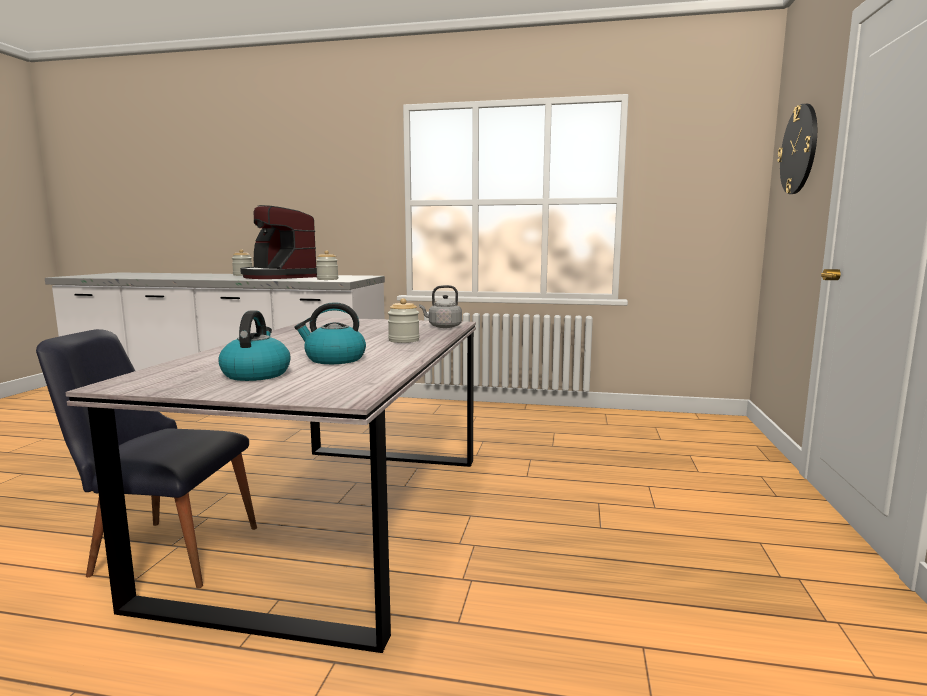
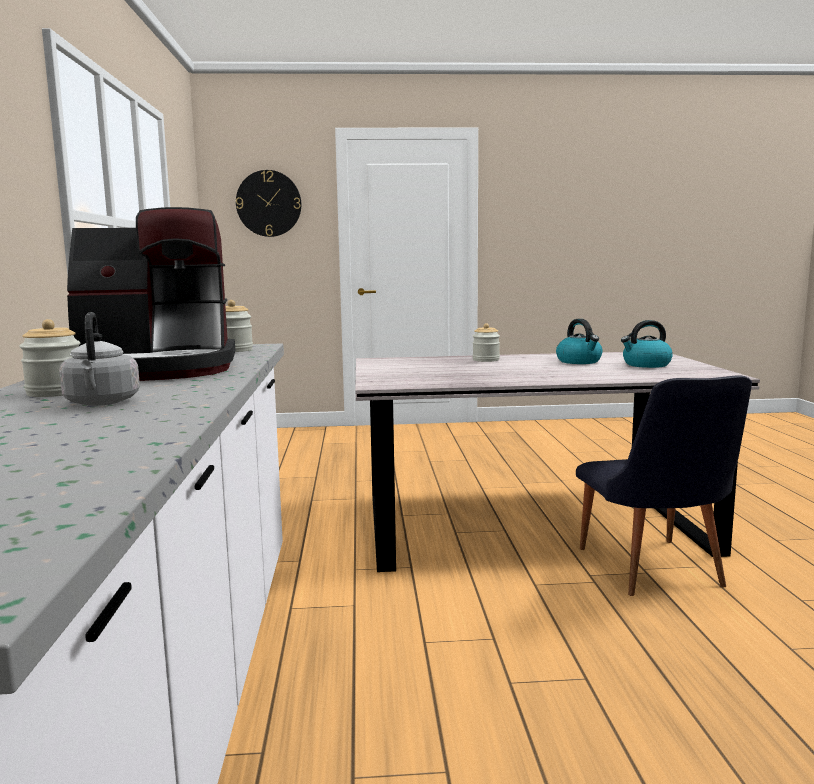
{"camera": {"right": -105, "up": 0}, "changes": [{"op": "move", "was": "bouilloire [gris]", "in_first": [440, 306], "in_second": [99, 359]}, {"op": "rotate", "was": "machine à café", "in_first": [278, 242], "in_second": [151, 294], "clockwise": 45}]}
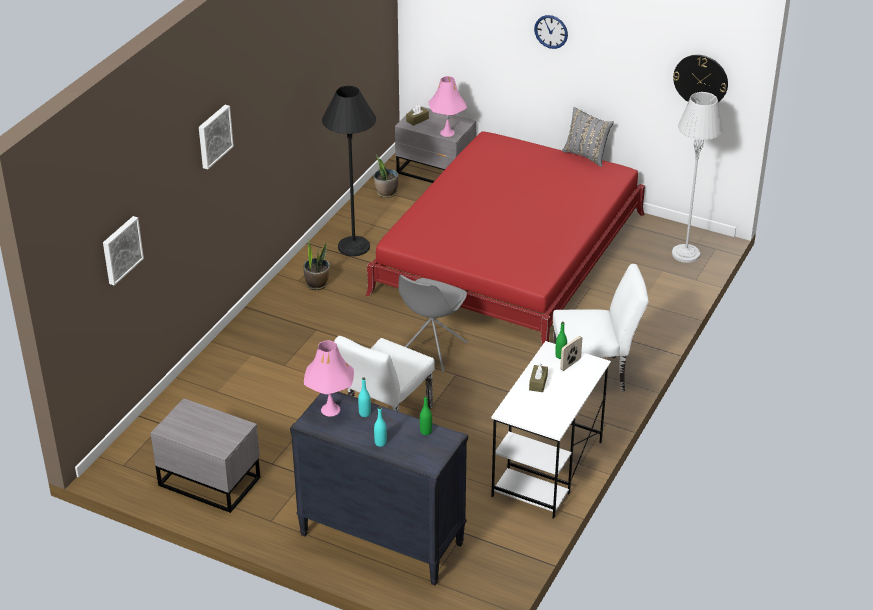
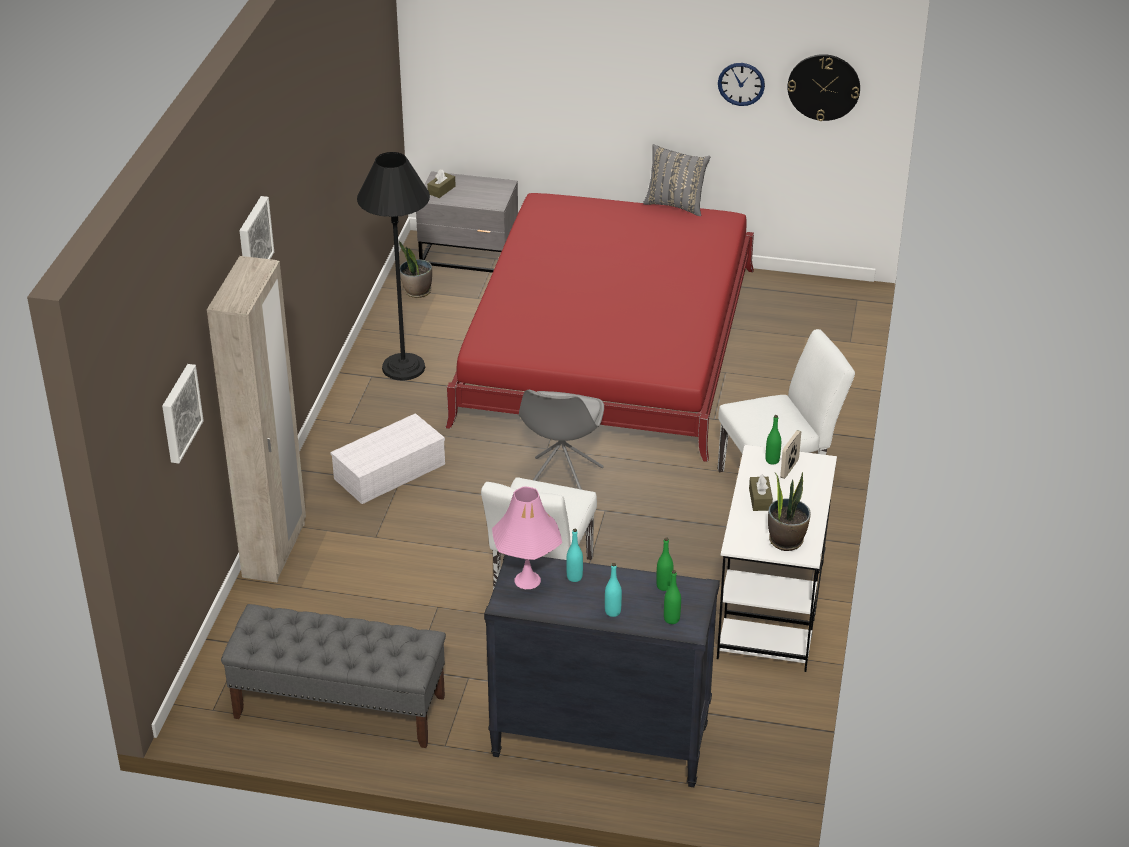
{"camera": {"right": -15, "up": 0}, "changes": [{"op": "insert", "now": "armoire [beige]", "in_second": [256, 419]}, {"op": "replace", "was": "table de chevet [gris]", "now": "banc [gris]", "in_first": [205, 455], "in_second": [333, 676]}, {"op": "insert", "now": "boîte de rangement [blanc]", "in_second": [387, 458]}, {"op": "insert", "now": "bouteille [vert]", "in_second": [672, 597]}, {"op": "move", "was": "horloge murale", "in_first": [551, 32], "in_second": [741, 84]}, {"op": "move", "was": "plante en pot", "in_first": [317, 265], "in_second": [789, 511]}, {"op": "delete", "was": "lampe de table [rose]", "in_first": [447, 106]}, {"op": "delete", "was": "lampadaire [gris]", "in_first": [697, 177]}]}
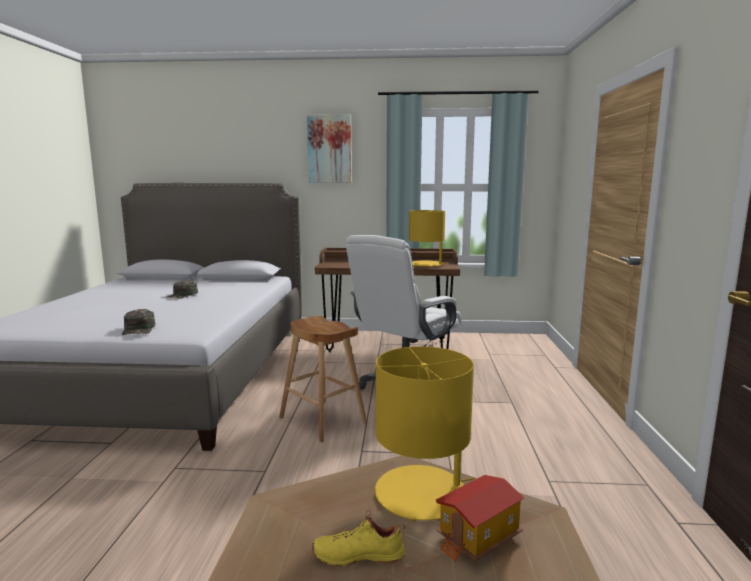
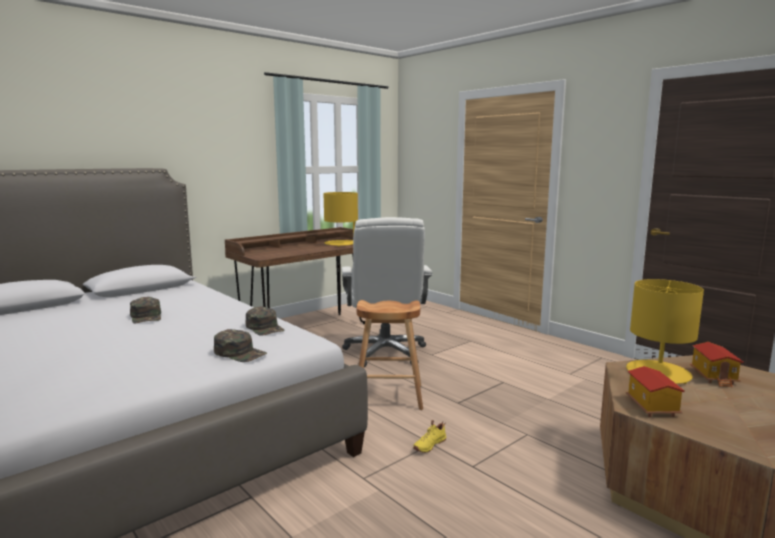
{"camera": {"right": -45, "up": 0}, "changes": [{"op": "insert", "now": "casquette [vert]", "in_second": [264, 321]}, {"op": "move", "was": "chaussure [jaune]", "in_first": [358, 538], "in_second": [429, 436]}, {"op": "insert", "now": "maison miniature", "in_second": [655, 391]}, {"op": "delete", "was": "tableau", "in_first": [329, 148]}]}
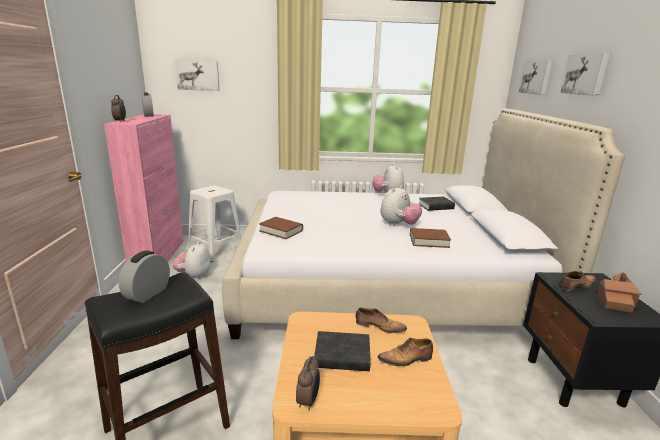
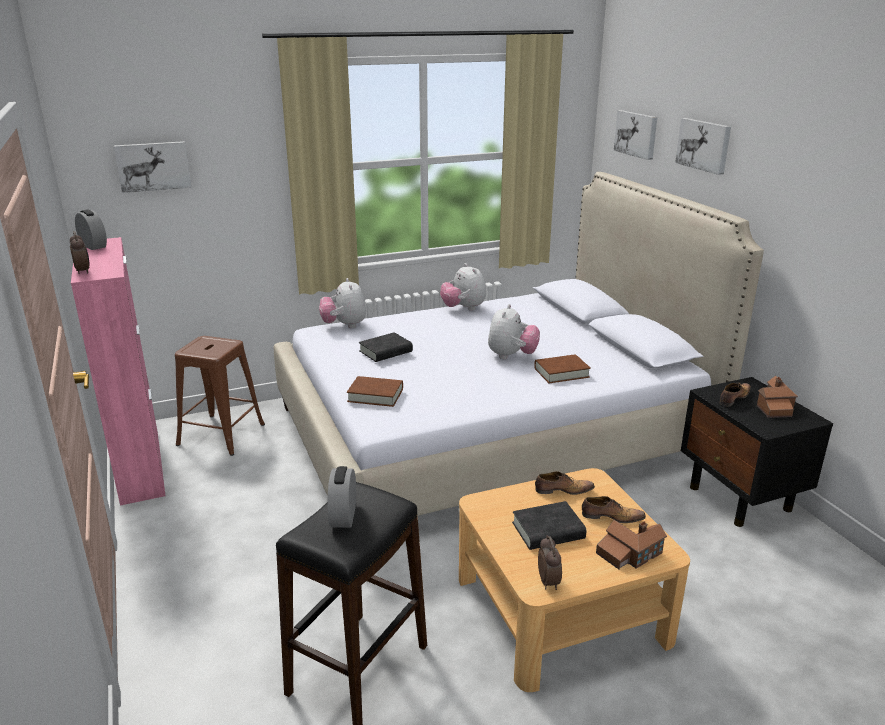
{"camera": {"right": -20, "up": 5}, "changes": [{"op": "recolor", "was": "tabouret [blanc]", "now": "tabouret [marron]", "in_first": [213, 224], "in_second": [220, 396]}, {"op": "move", "was": "peluche", "in_first": [191, 260], "in_second": [342, 303]}, {"op": "move", "was": "livre [noir]", "in_first": [437, 204], "in_second": [386, 347]}, {"op": "rotate", "was": "chaussure", "in_first": [405, 352], "in_second": [614, 509], "clockwise": -135}, {"op": "insert", "now": "maison miniature", "in_second": [631, 545]}]}
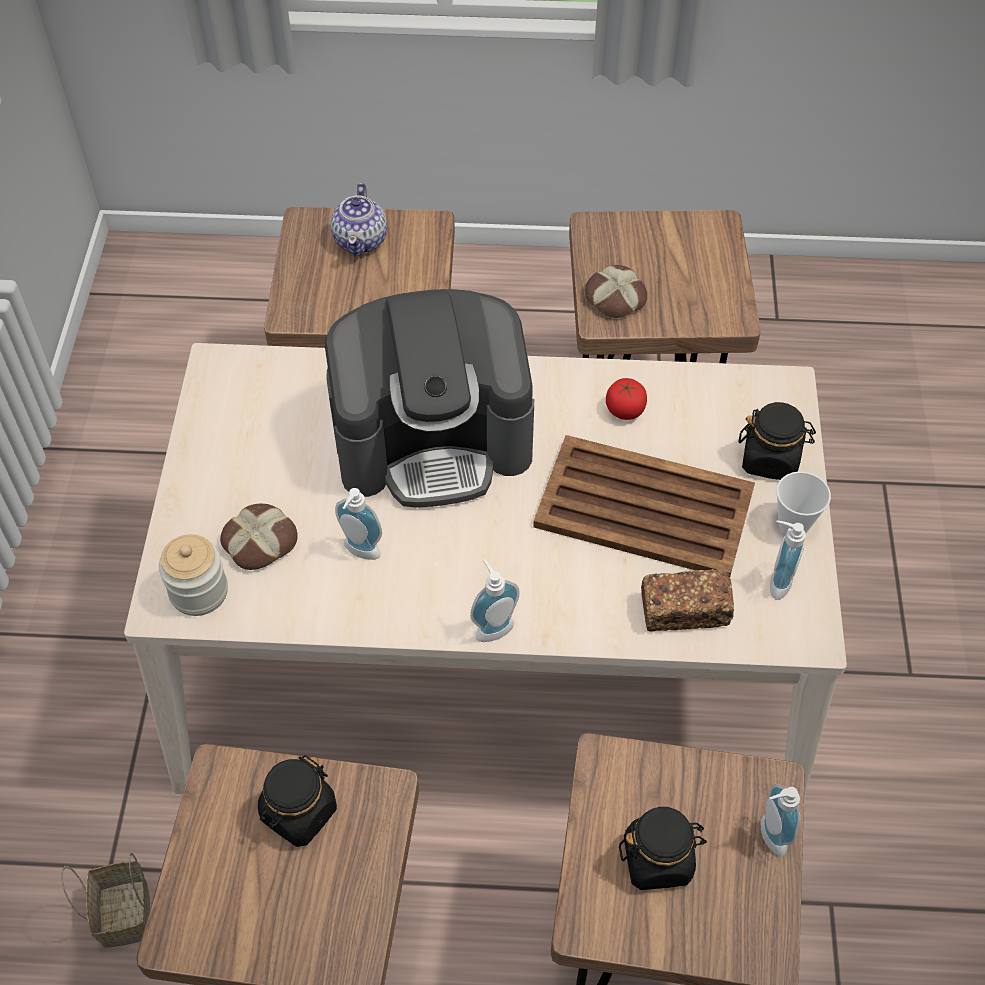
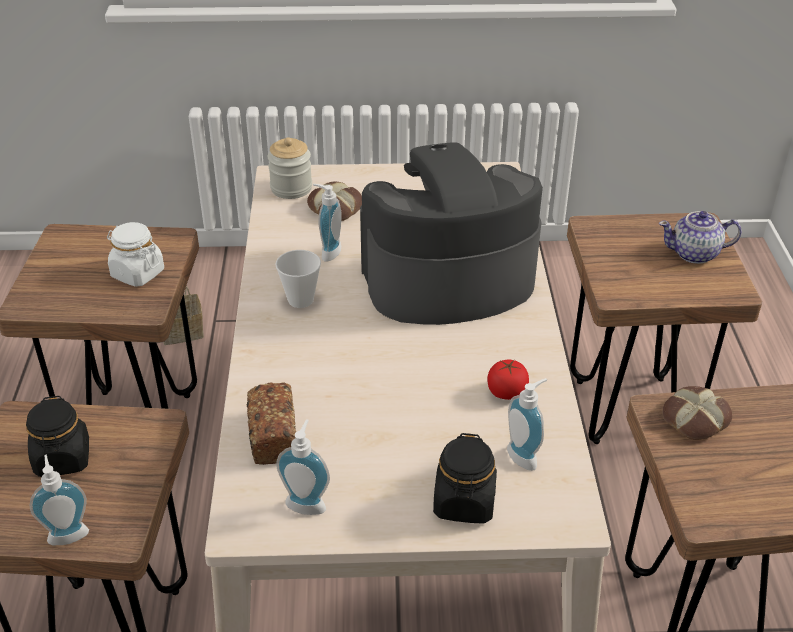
{"camera": {"right": 85, "up": -15}, "changes": [{"op": "recolor", "was": "bocal [noir]", "now": "bocal [blanc]", "in_first": [297, 801], "in_second": [135, 254]}, {"op": "move", "was": "tasse", "in_first": [804, 502], "in_second": [298, 279]}, {"op": "rotate", "was": "machine à café", "in_first": [429, 398], "in_second": [451, 233], "clockwise": 90}, {"op": "move", "was": "distributeur de savon", "in_first": [495, 600], "in_second": [527, 424]}, {"op": "delete", "was": "plateau [marron]", "in_first": [644, 505]}]}
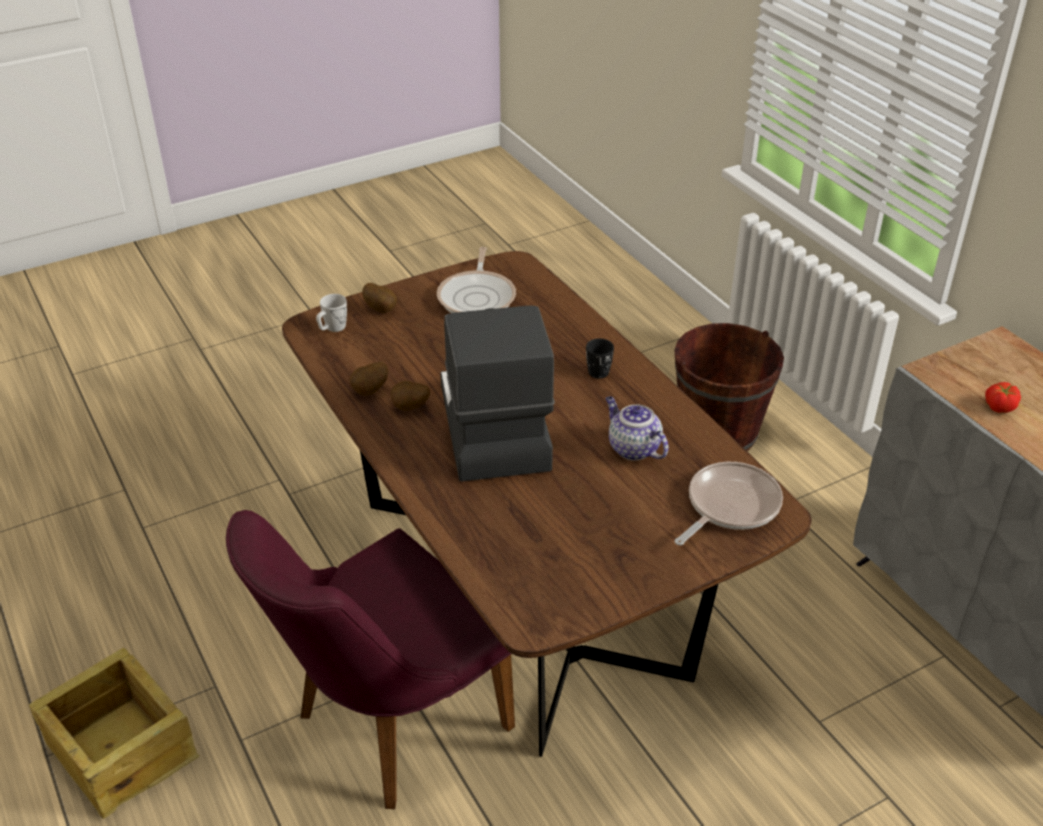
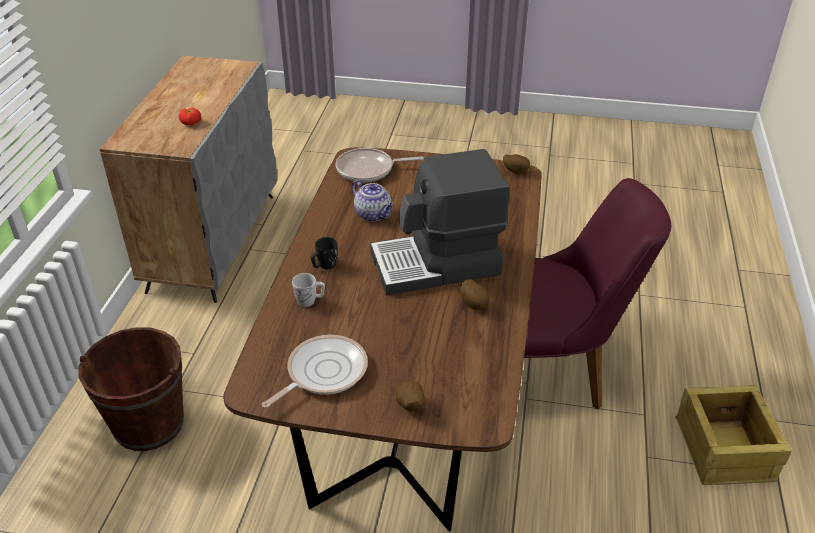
{"camera": {"right": -140, "up": 0}, "changes": [{"op": "move", "was": "mug [blanc]", "in_first": [331, 313], "in_second": [308, 290]}, {"op": "rotate", "was": "théière", "in_first": [637, 429], "in_second": [372, 201], "clockwise": -45}, {"op": "rotate", "was": "machine à café", "in_first": [497, 393], "in_second": [440, 222], "clockwise": 45}, {"op": "move", "was": "pomme de terre", "in_first": [368, 379], "in_second": [516, 164]}]}
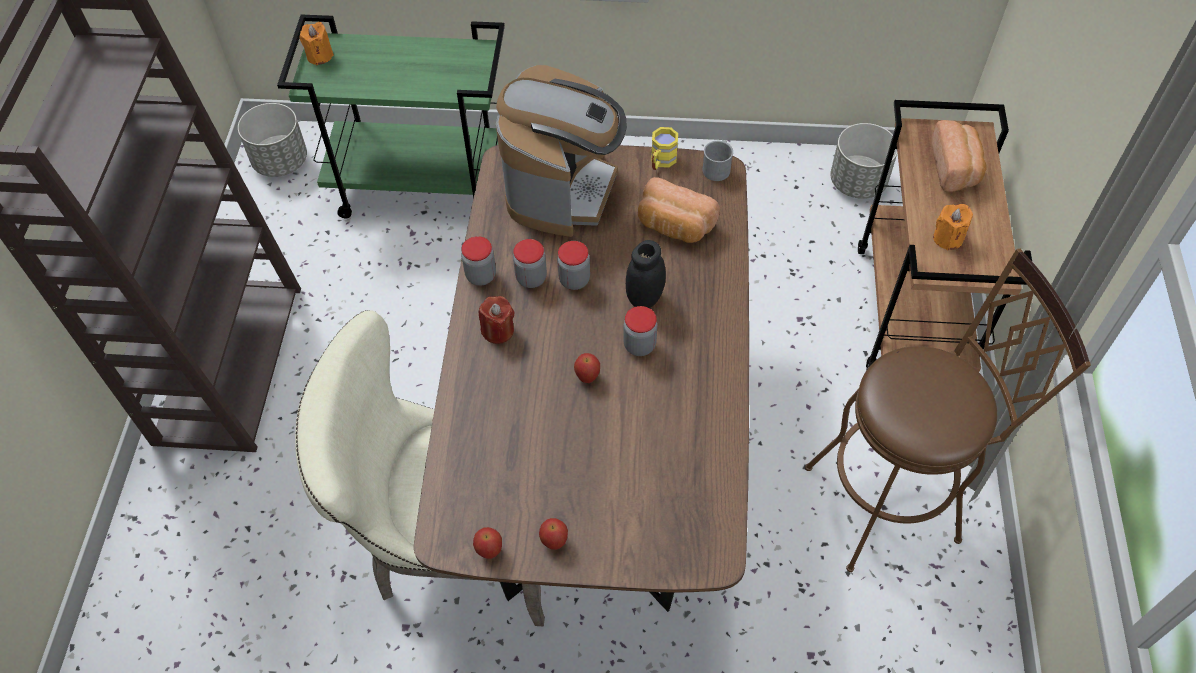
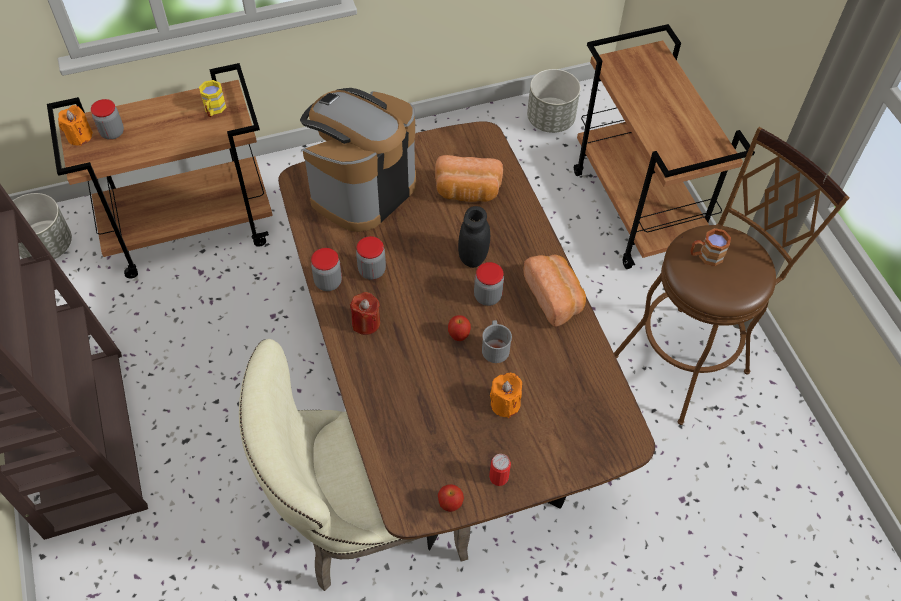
{"camera": {"right": -25, "up": 0}, "changes": [{"op": "recolor", "was": "chariot [vert]", "now": "chariot [marron]", "in_first": [391, 116], "in_second": [160, 170]}, {"op": "move", "was": "bocal", "in_first": [573, 265], "in_second": [107, 119]}, {"op": "move", "was": "mug [jaune]", "in_first": [664, 148], "in_second": [212, 98]}, {"op": "rotate", "was": "machine à café", "in_first": [561, 151], "in_second": [358, 160], "clockwise": -135}, {"op": "move", "was": "mug [gris]", "in_first": [718, 160], "in_second": [497, 341]}, {"op": "replace", "was": "pomme", "now": "boîte métallique", "in_first": [553, 534], "in_second": [500, 470]}, {"op": "move", "was": "bougie [orange]", "in_first": [953, 227], "in_second": [506, 395]}, {"op": "move", "was": "pain", "in_first": [959, 156], "in_second": [554, 291]}, {"op": "insert", "now": "mug [marron]", "in_second": [710, 247]}]}
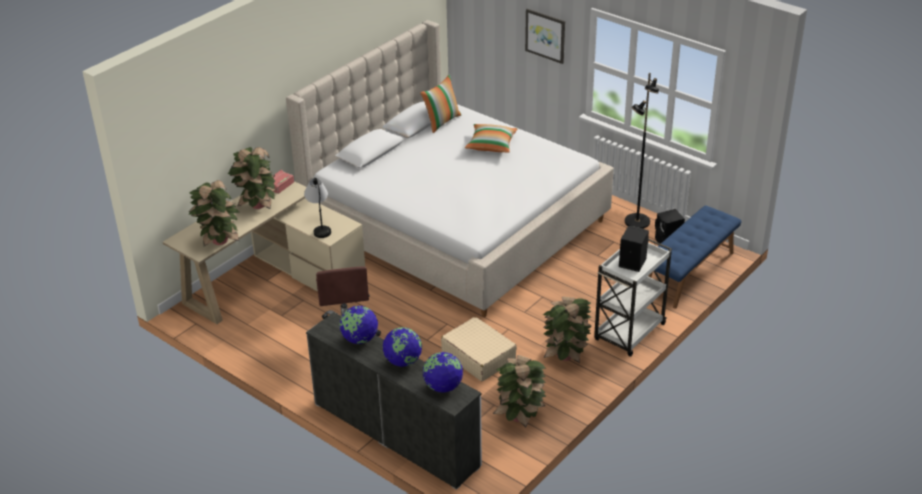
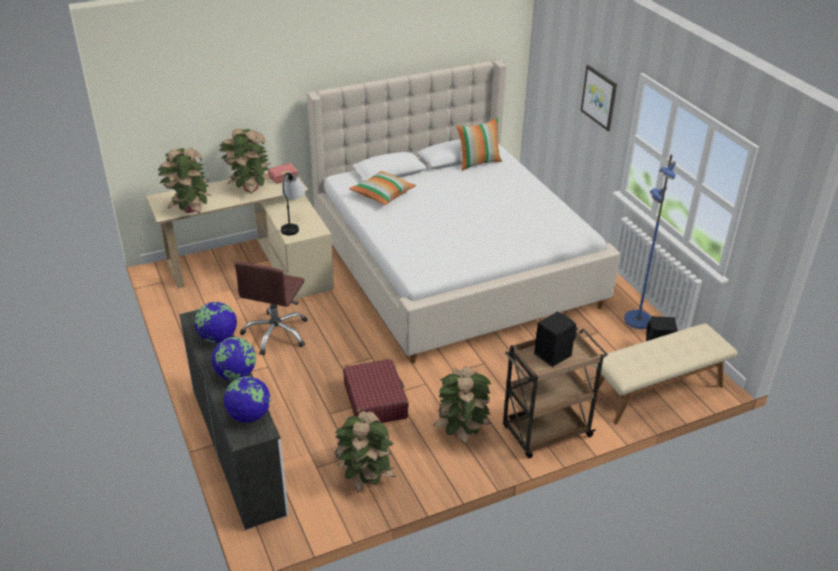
{"camera": {"right": 25, "up": 0}, "changes": [{"op": "recolor", "was": "valise [beige]", "now": "valise [rouge]", "in_first": [479, 349], "in_second": [376, 391]}, {"op": "move", "was": "coussin", "in_first": [491, 138], "in_second": [382, 188]}, {"op": "recolor", "was": "chariot [blanc]", "now": "chariot [marron]", "in_first": [633, 298], "in_second": [555, 392]}, {"op": "recolor", "was": "banc [bleu]", "now": "banc [beige]", "in_first": [694, 257], "in_second": [664, 373]}, {"op": "recolor", "was": "lampadaire [noir]", "now": "lampadaire [bleu]", "in_first": [642, 151], "in_second": [650, 241]}]}
